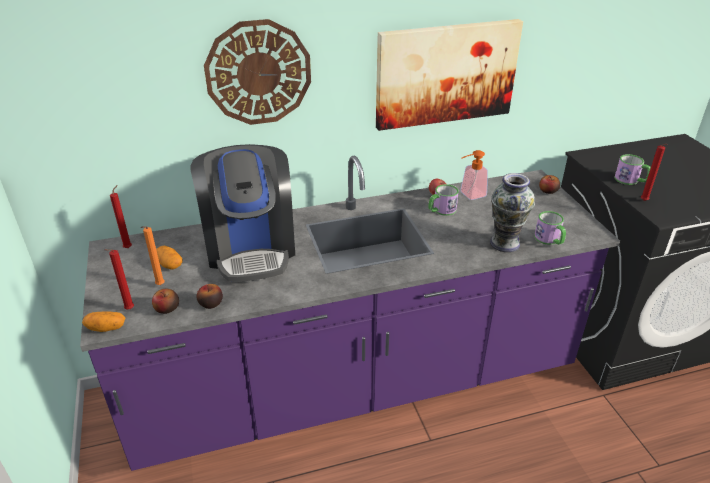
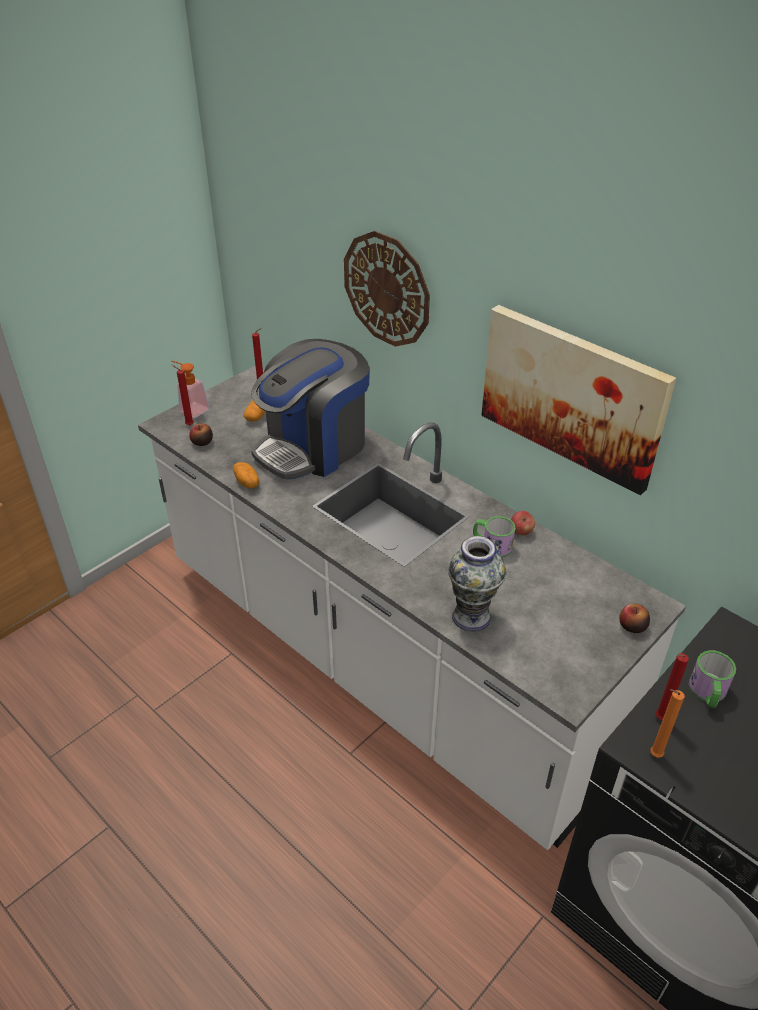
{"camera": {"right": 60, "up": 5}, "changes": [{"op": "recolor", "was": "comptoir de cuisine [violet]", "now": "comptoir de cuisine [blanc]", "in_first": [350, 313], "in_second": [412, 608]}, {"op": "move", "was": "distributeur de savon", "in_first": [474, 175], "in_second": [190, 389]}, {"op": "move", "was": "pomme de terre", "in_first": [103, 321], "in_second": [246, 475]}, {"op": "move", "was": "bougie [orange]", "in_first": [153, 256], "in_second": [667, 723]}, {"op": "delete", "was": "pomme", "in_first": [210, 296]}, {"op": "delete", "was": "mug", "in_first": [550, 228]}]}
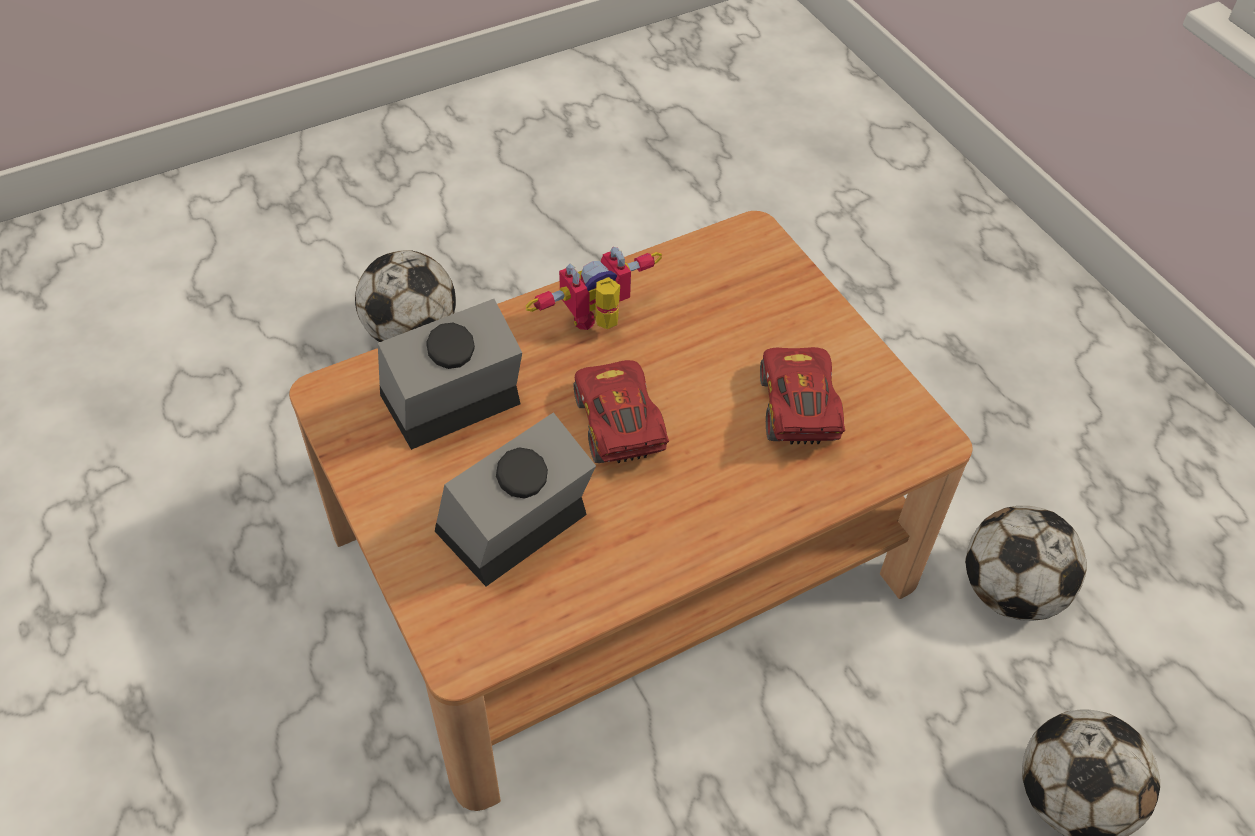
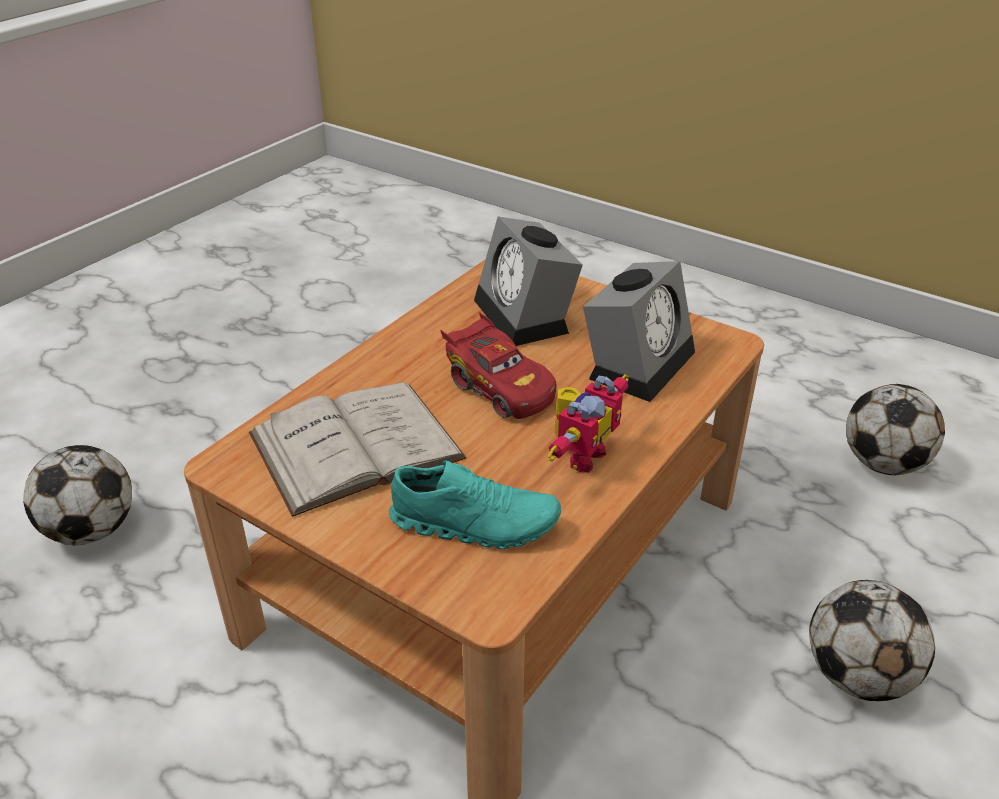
{"camera": {"right": 155, "up": -15}, "changes": [{"op": "replace", "was": "petite voiture [rouge]", "now": "livre [blanc]", "in_first": [802, 395], "in_second": [357, 449]}, {"op": "insert", "now": "chaussure [turquoise]", "in_second": [475, 504]}, {"op": "rotate", "was": "réveil", "in_first": [515, 499], "in_second": [528, 281], "clockwise": 135}, {"op": "move", "was": "ballon de foot", "in_first": [1026, 563], "in_second": [895, 429]}]}
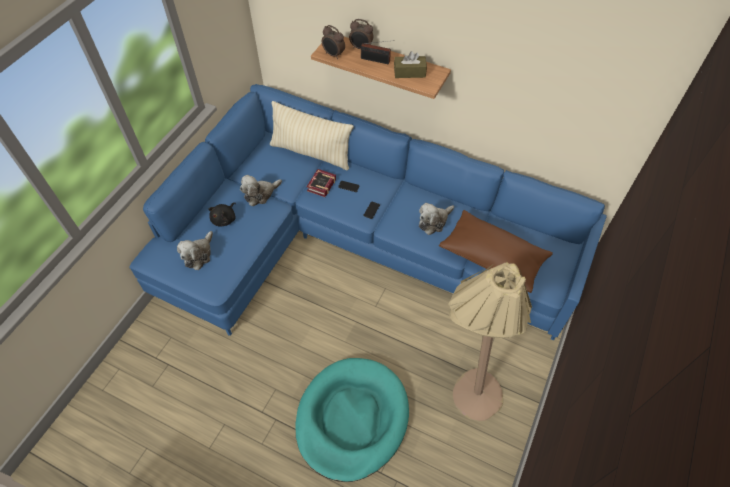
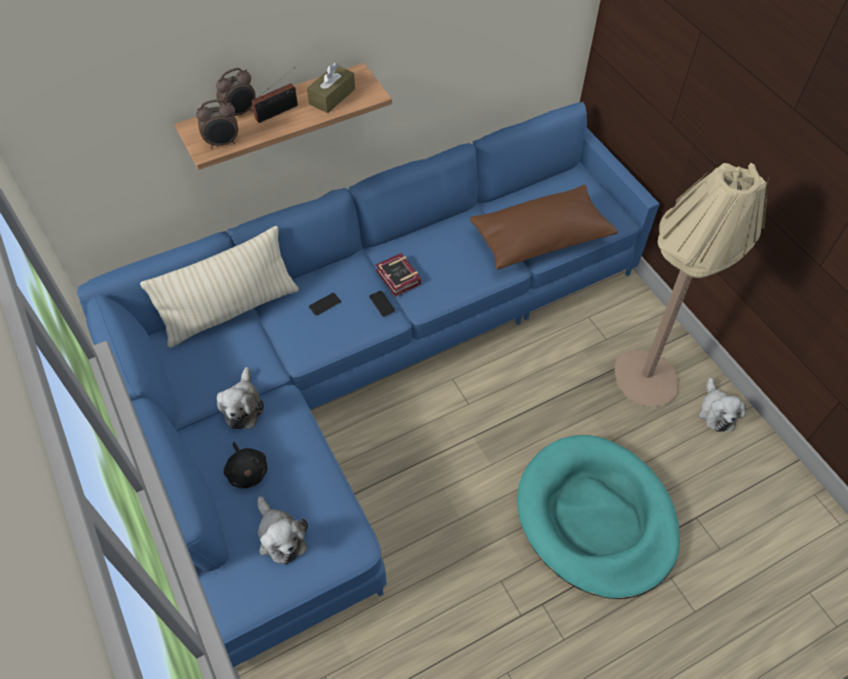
{"camera": {"right": -55, "up": 0}, "changes": [{"op": "move", "was": "livre", "in_first": [321, 183], "in_second": [398, 275]}, {"op": "move", "was": "peluche", "in_first": [436, 219], "in_second": [722, 404]}]}
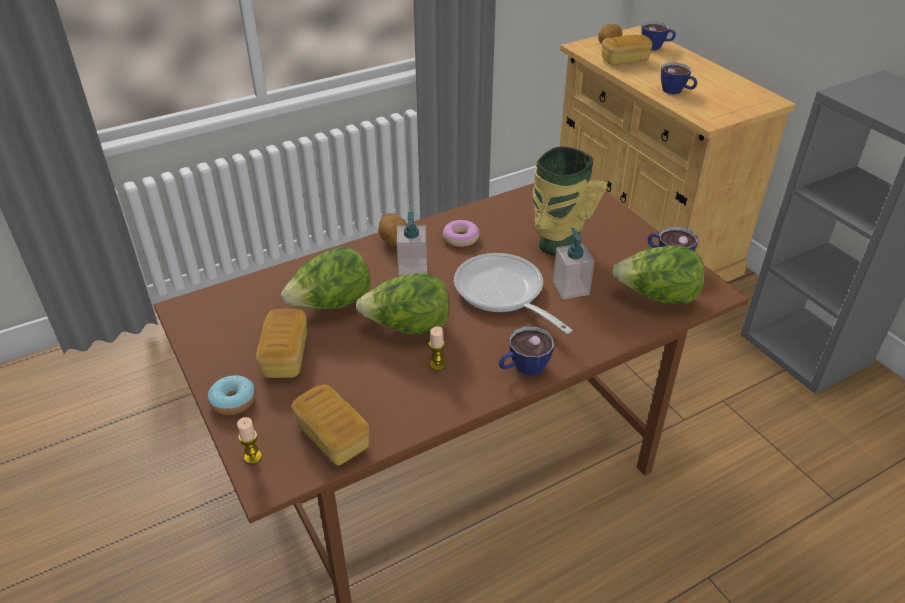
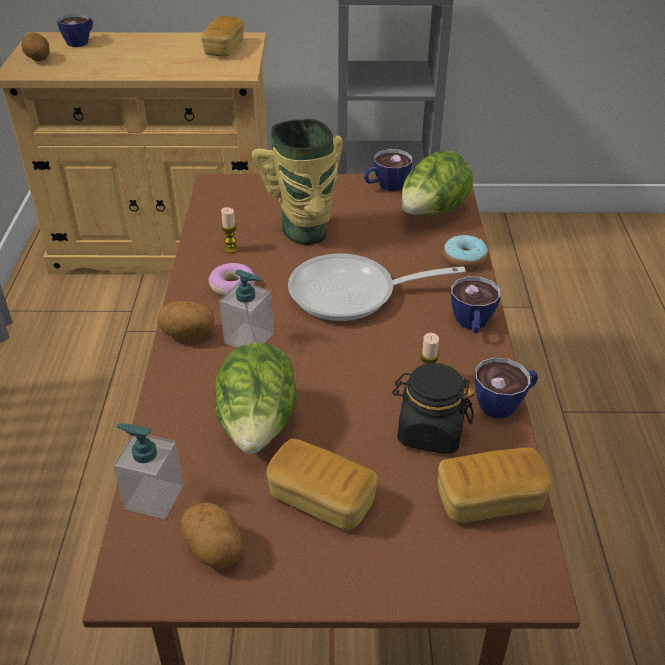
{"camera": {"right": -60, "up": 0}, "changes": [{"op": "move", "was": "distributeur de savon", "in_first": [574, 263], "in_second": [148, 471]}, {"op": "insert", "now": "pomme de terre", "in_second": [211, 535]}, {"op": "move", "was": "pain", "in_first": [627, 50], "in_second": [222, 36]}, {"op": "move", "was": "bougie", "in_first": [249, 440], "in_second": [230, 230]}, {"op": "insert", "now": "bocal [noir]", "in_second": [433, 408]}, {"op": "move", "was": "beignet", "in_first": [232, 395], "in_second": [466, 252]}, {"op": "move", "was": "tasse", "in_first": [679, 78], "in_second": [507, 388]}, {"op": "delete", "was": "laitue", "in_first": [403, 303]}]}
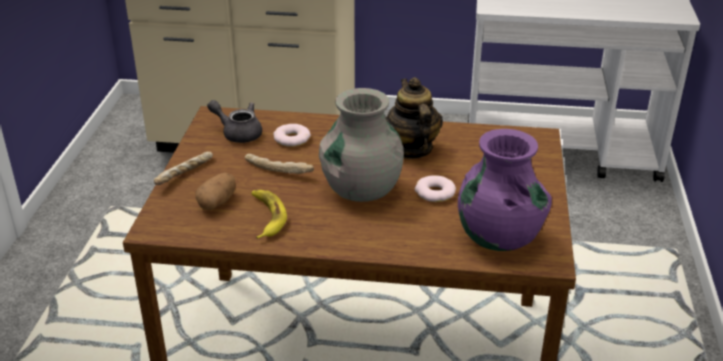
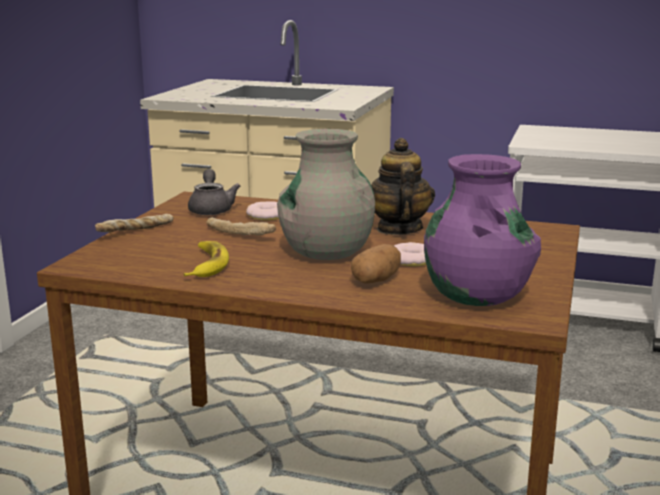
{"camera": {"right": 10, "up": -15}, "changes": [{"op": "rotate", "was": "théière [gris]", "in_first": [234, 121], "in_second": [214, 192], "clockwise": 45}, {"op": "move", "was": "pomme de terre", "in_first": [215, 191], "in_second": [376, 263]}]}
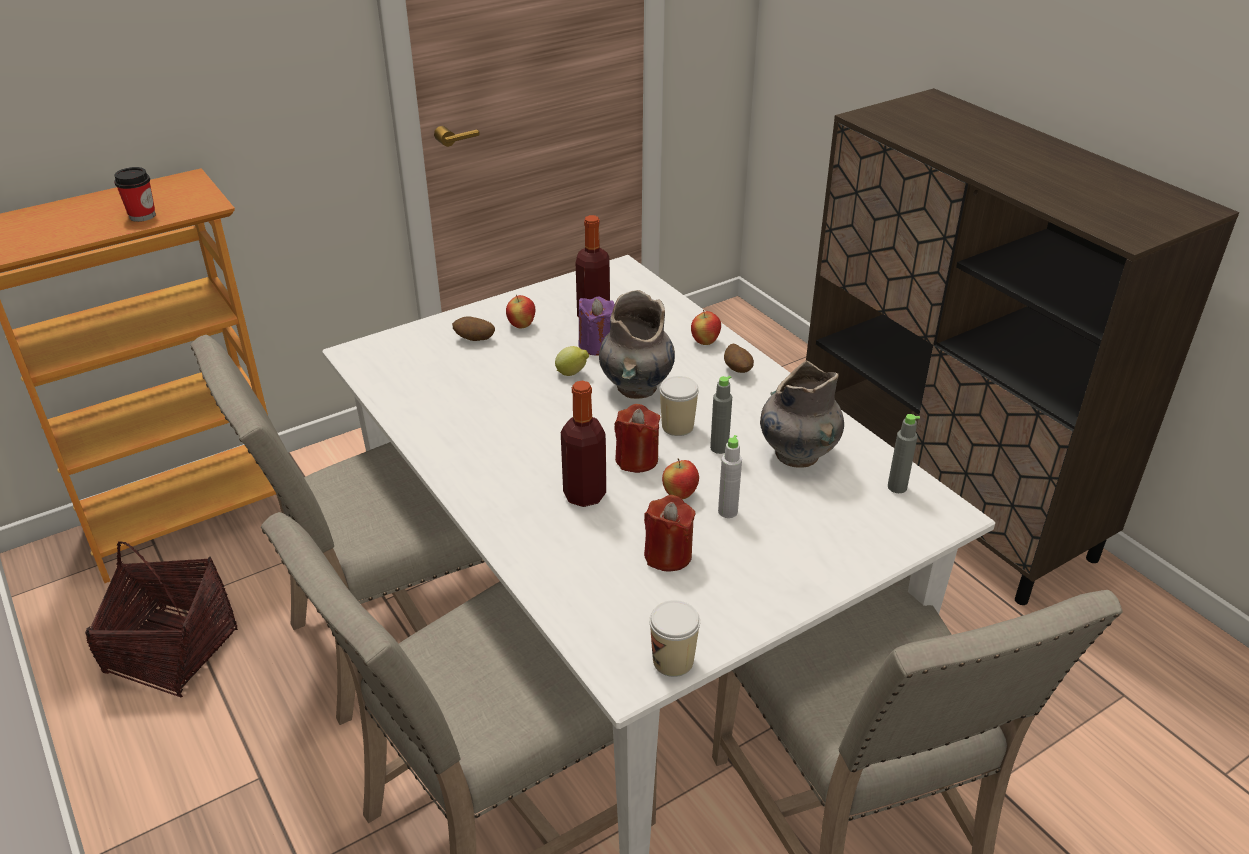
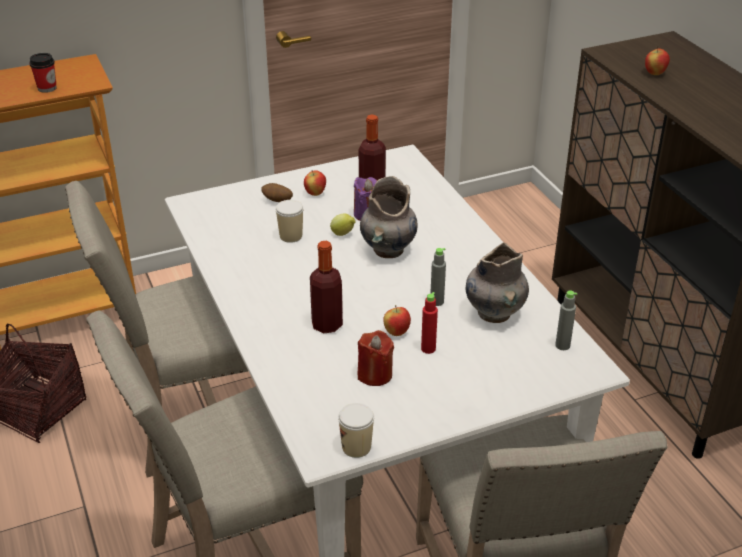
{"camera": {"right": 10, "up": 0}, "changes": [{"op": "move", "was": "tasse", "in_first": [679, 406], "in_second": [290, 221]}, {"op": "recolor", "was": "bouteille [gris]", "now": "bouteille [rouge]", "in_first": [730, 476], "in_second": [429, 323]}, {"op": "move", "was": "pomme", "in_first": [706, 327], "in_second": [657, 62]}, {"op": "delete", "was": "bougie [rouge]", "in_first": [637, 438]}, {"op": "delete", "was": "pomme de terre", "in_first": [739, 358]}]}
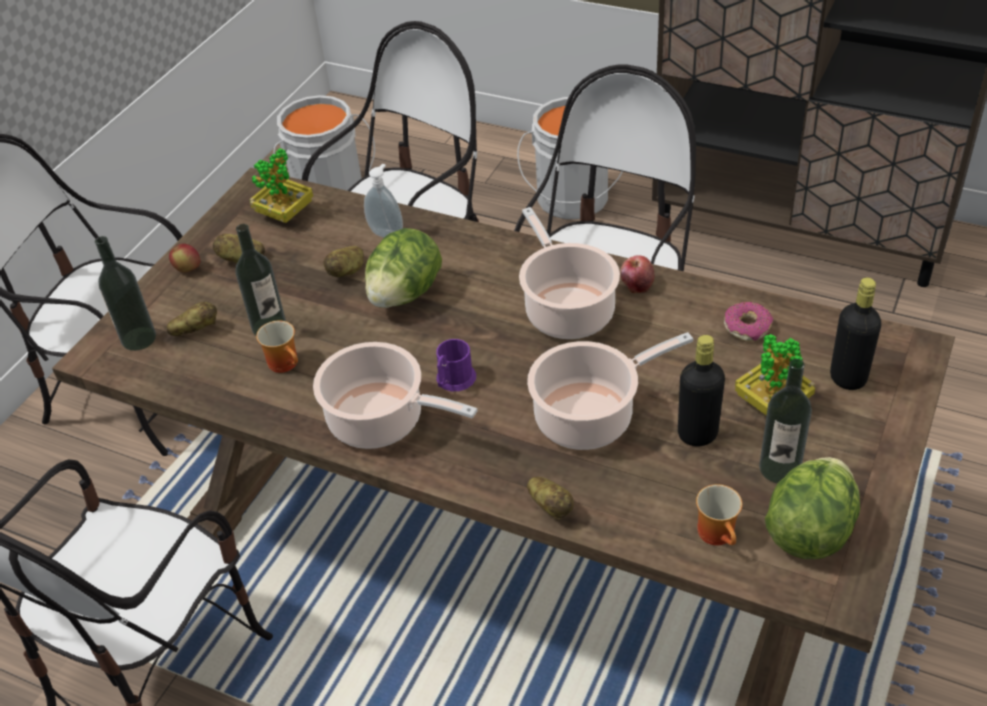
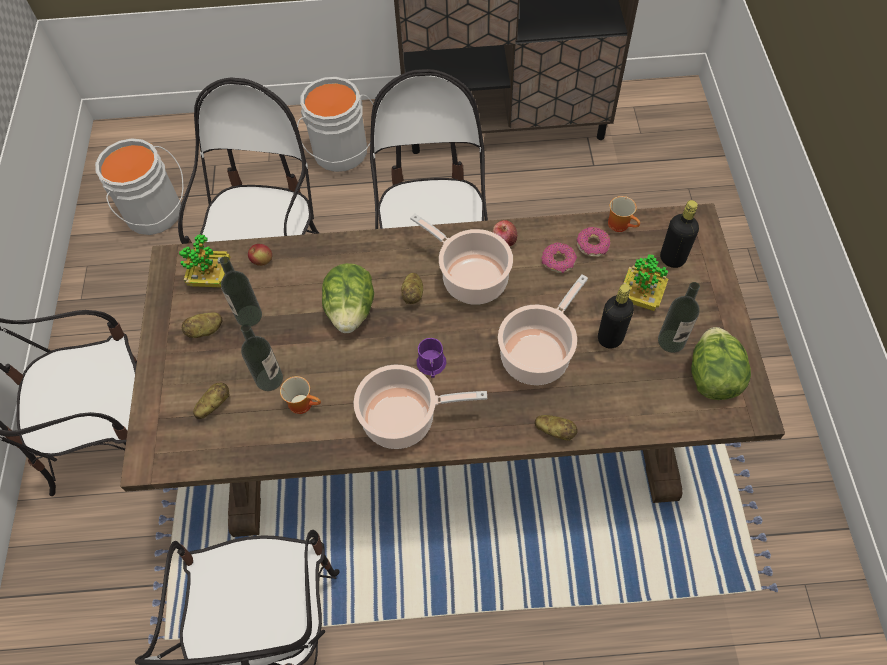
{"camera": {"right": -30, "up": 15}, "changes": [{"op": "move", "was": "bouteille", "in_first": [125, 293], "in_second": [241, 291]}, {"op": "move", "was": "pomme", "in_first": [184, 258], "in_second": [260, 255]}, {"op": "move", "was": "pomme de terre", "in_first": [344, 261], "in_second": [412, 288]}, {"op": "insert", "now": "beignet", "in_second": [559, 258]}, {"op": "move", "was": "mug", "in_first": [719, 515], "in_second": [624, 214]}, {"op": "delete", "was": "distributeur de savon", "in_first": [383, 201]}]}
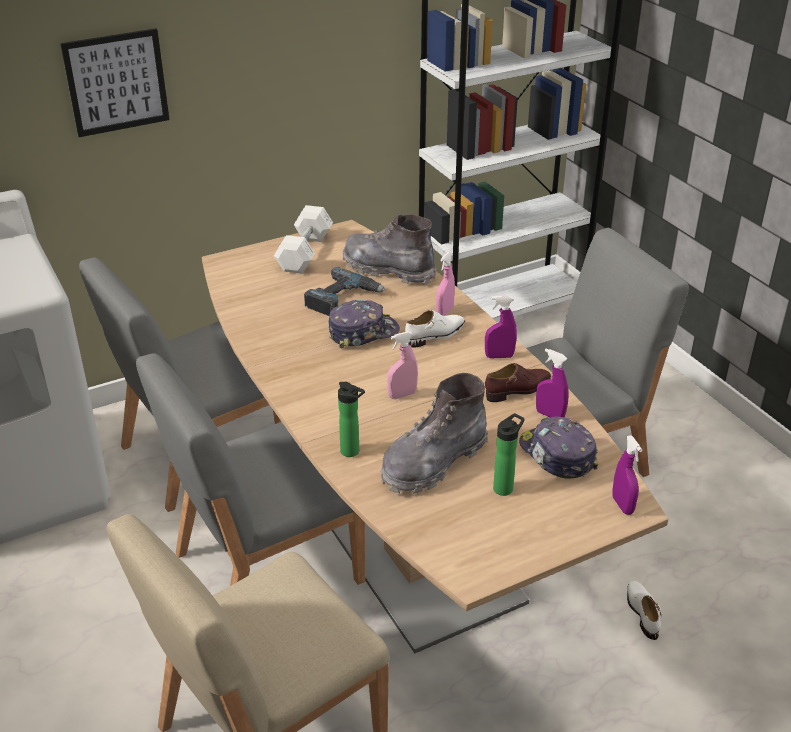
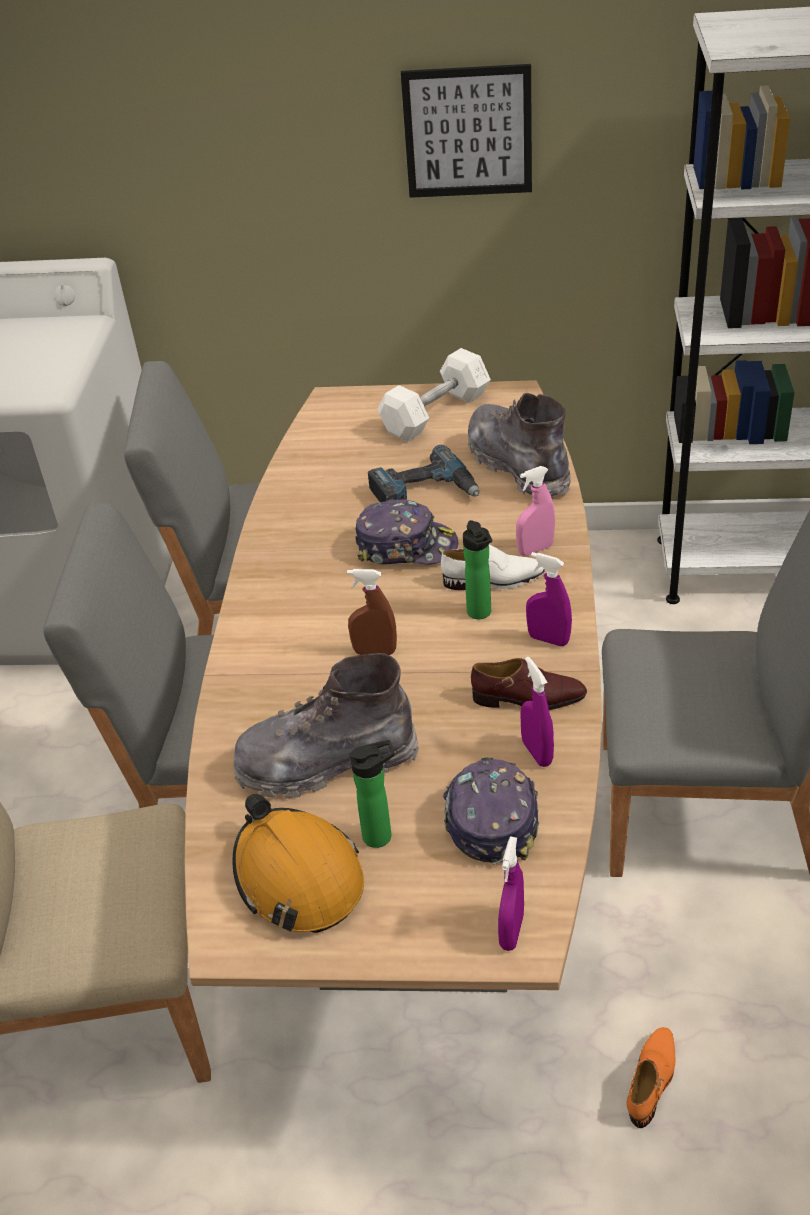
{"camera": {"right": 35, "up": 5}, "changes": [{"op": "insert", "now": "casque de chantier [orange]", "in_second": [298, 863]}, {"op": "recolor", "was": "vaporisateur [rose]", "now": "vaporisateur [marron]", "in_first": [402, 365], "in_second": [372, 612]}, {"op": "move", "was": "tableau", "in_first": [115, 82], "in_second": [466, 131]}, {"op": "move", "was": "bouteille", "in_first": [351, 419], "in_second": [477, 569]}, {"op": "recolor", "was": "chaussure [blanc]", "now": "chaussure [orange]", "in_first": [644, 610], "in_second": [651, 1077]}]}
